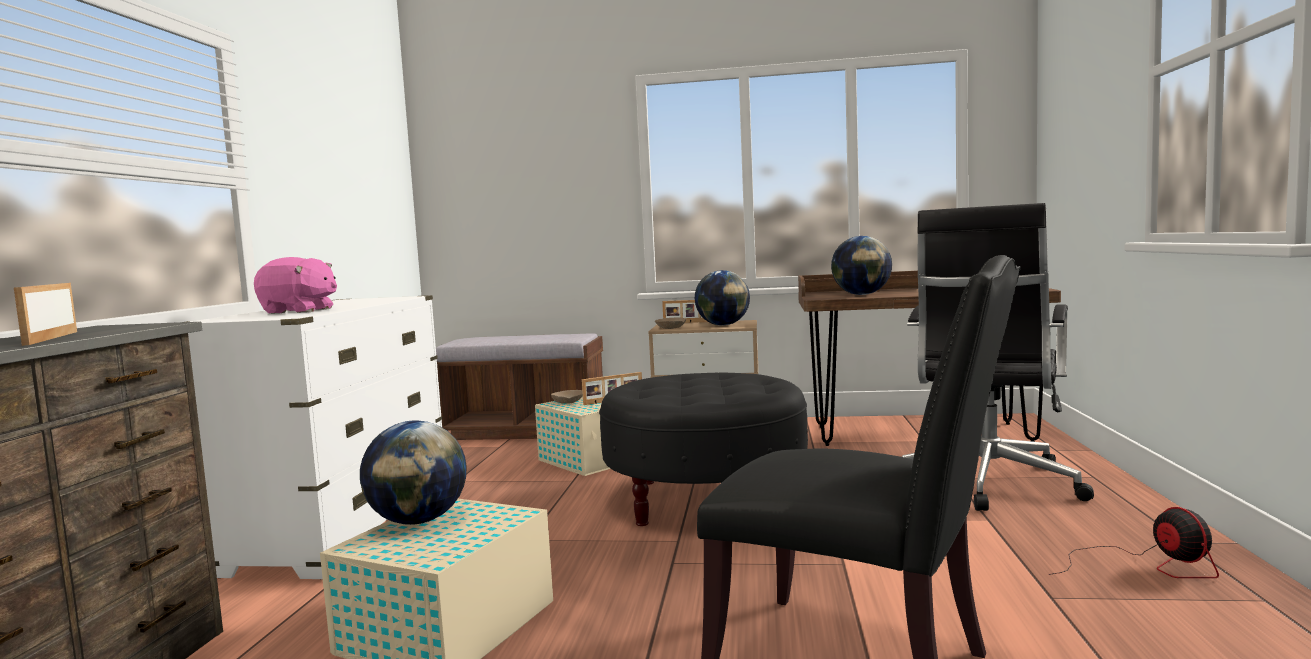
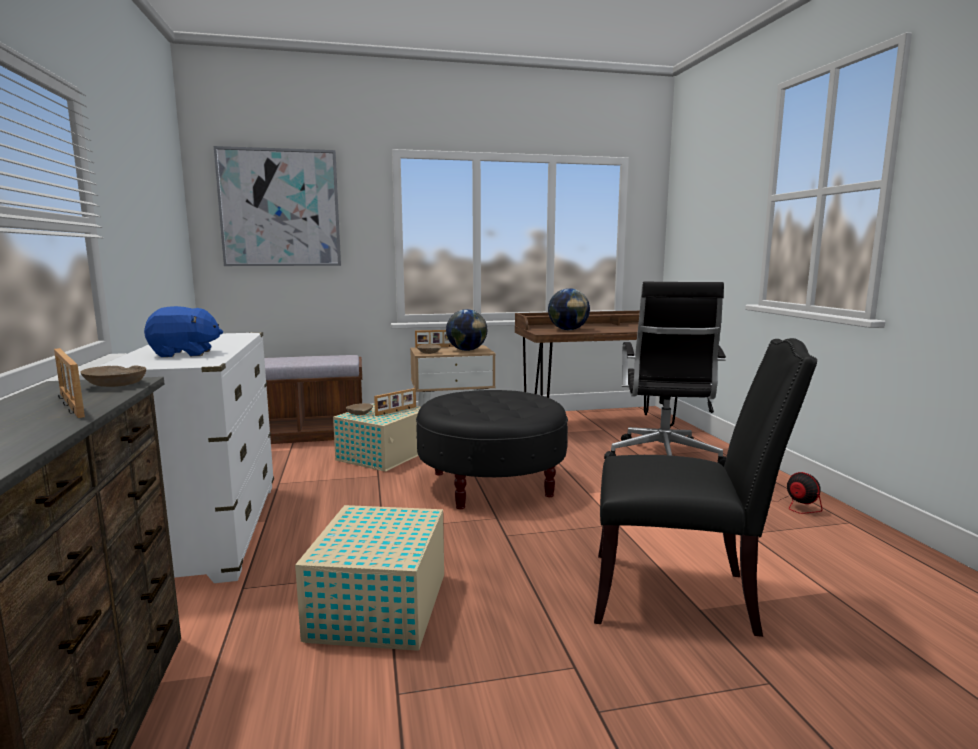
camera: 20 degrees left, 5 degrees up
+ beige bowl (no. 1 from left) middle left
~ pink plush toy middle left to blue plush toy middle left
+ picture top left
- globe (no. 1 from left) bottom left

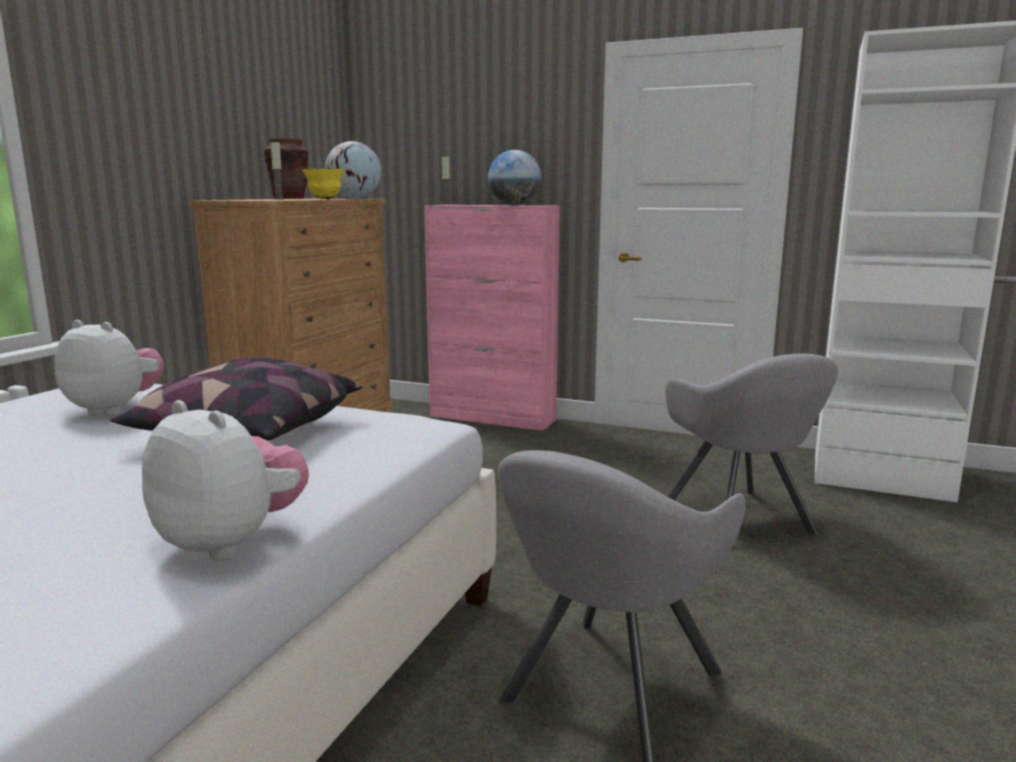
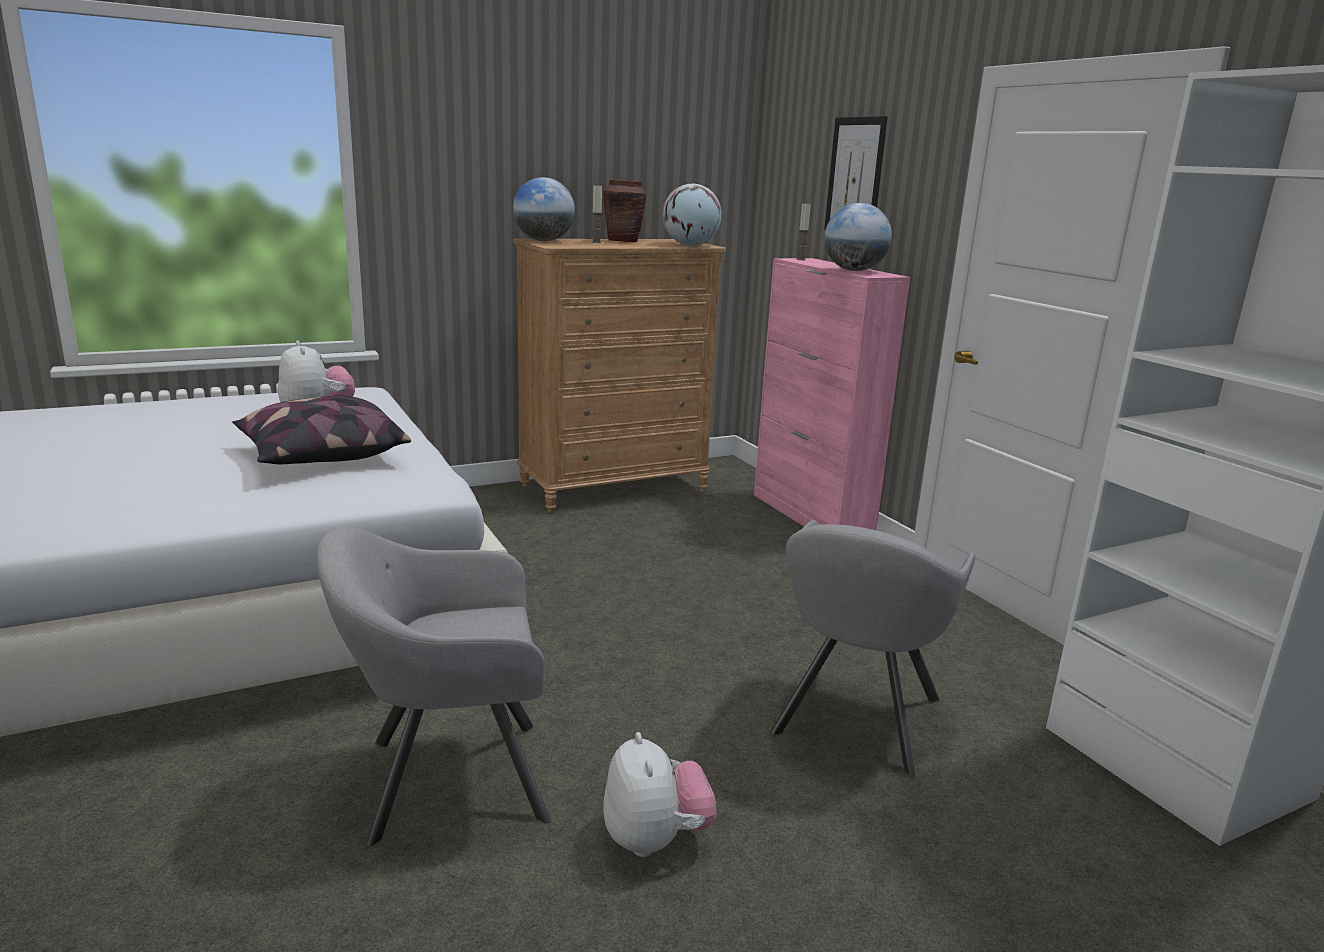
camera: 40 degrees right, 5 degrees up
+ globe (no. 1 from left) top centre
~ plush toy (no. 2 from left) middle left to bottom centre
+ picture top centre
- yellow bowl top left

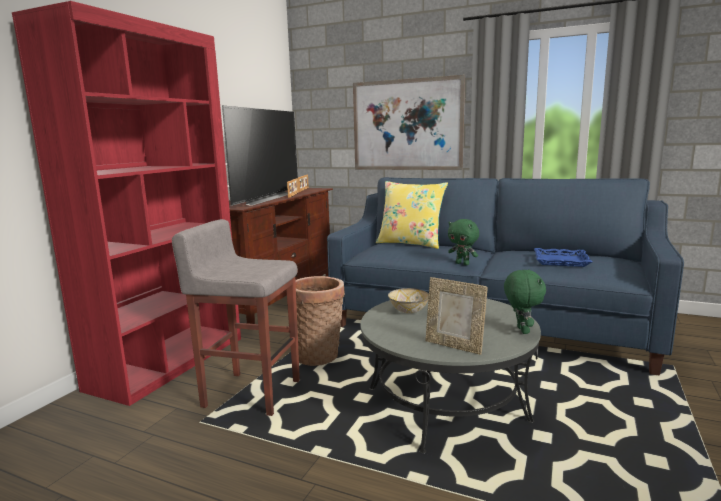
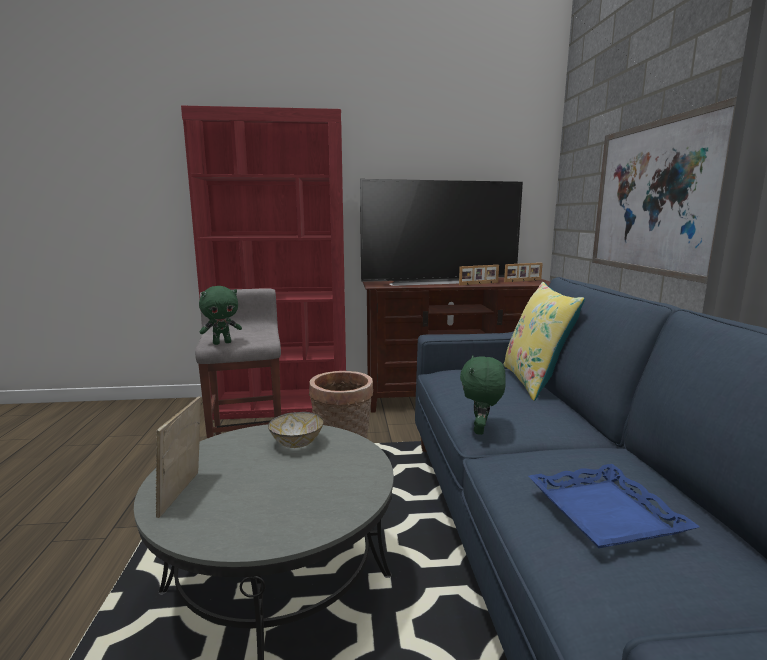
camera: 60 degrees right, 0 degrees up
~ green plush toy (no. 2 from left in the first image) middle right to green plush toy (no. 1 from left) middle left

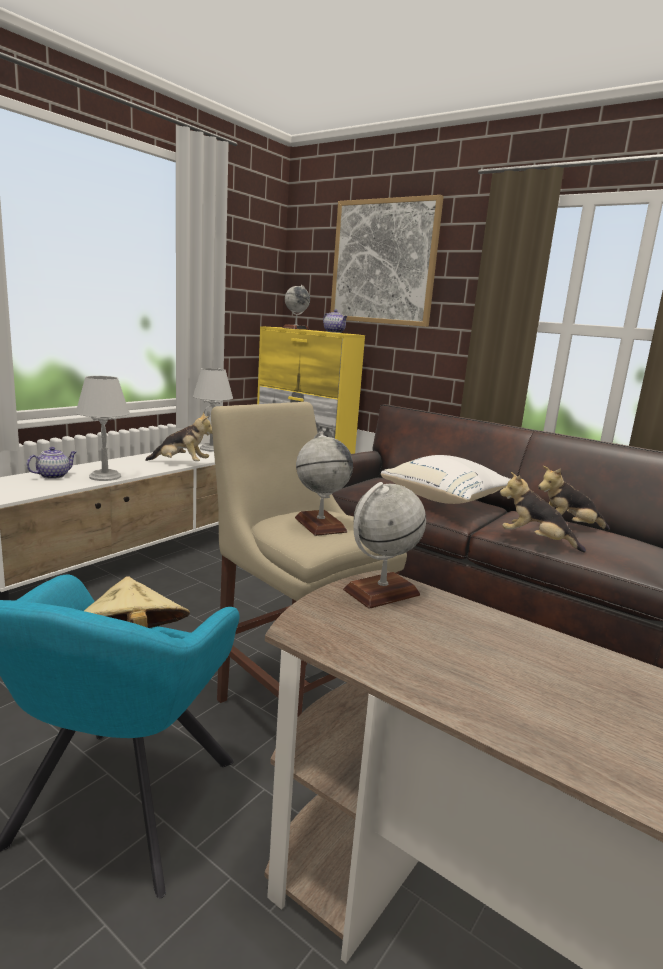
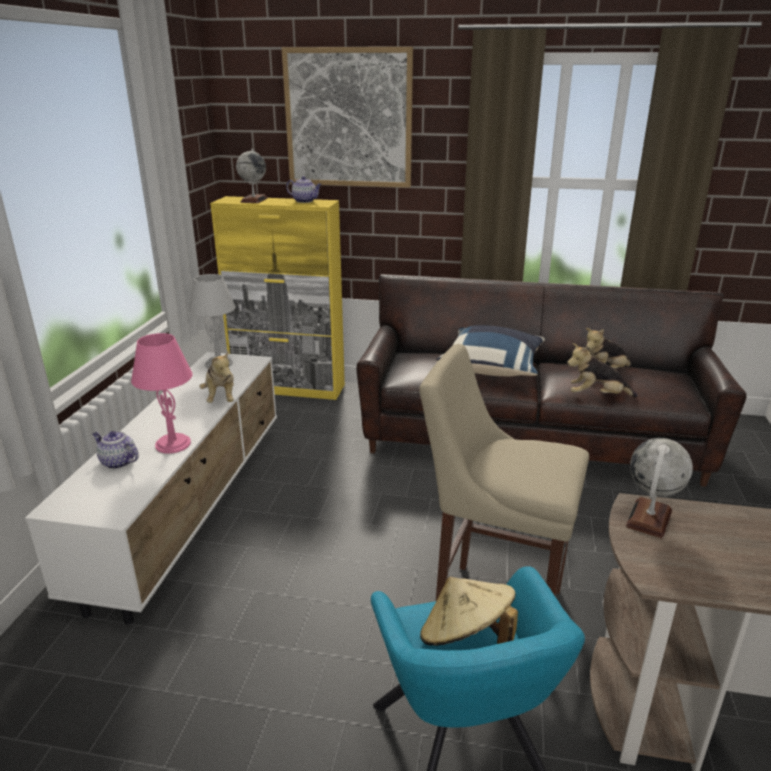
camera: 25 degrees left, 10 degrees up
~ teapot (no. 1 from left) middle left = middle left 75 degrees counterclockwise
~ grey table lamp (no. 1 from left) middle left to pink table lamp middle left
~ plush toy (no. 1 from left) middle left = middle left 90 degrees clockwise
~ white pillow middle right to blue pillow centre
- globe (no. 2 from left) centre

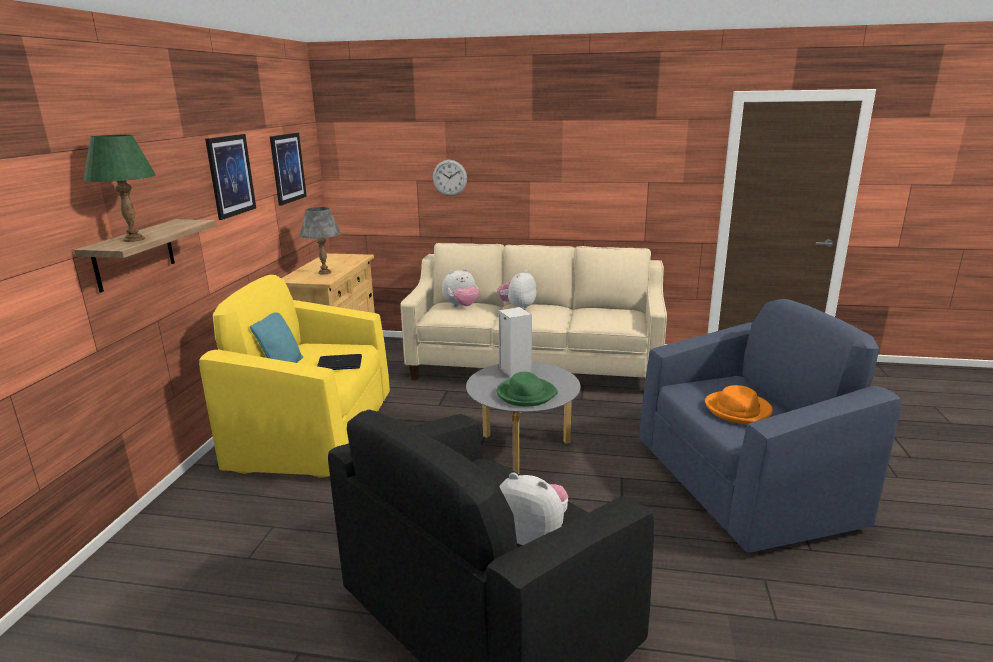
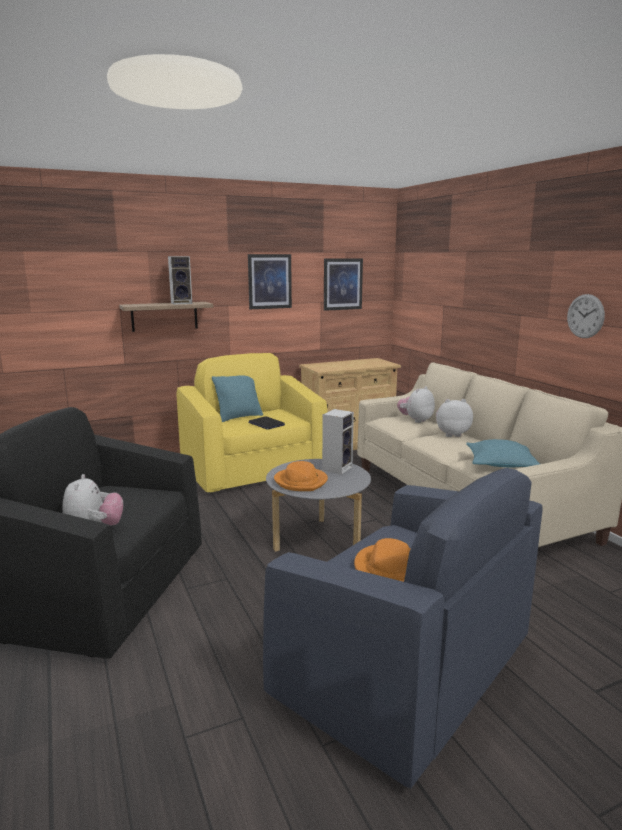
camera: 55 degrees right, 5 degrees down
+ speaker (no. 1 from left) middle left
~ green hat centre to orange hat (no. 1 from left) centre
~ plush toy (no. 1 from left in the first image) centre = middle right 105 degrees clockwise
+ turquoise pillow (no. 2 from left) middle right
~ wall clock top centre to middle right
- green table lamp top left
- grey table lamp middle left

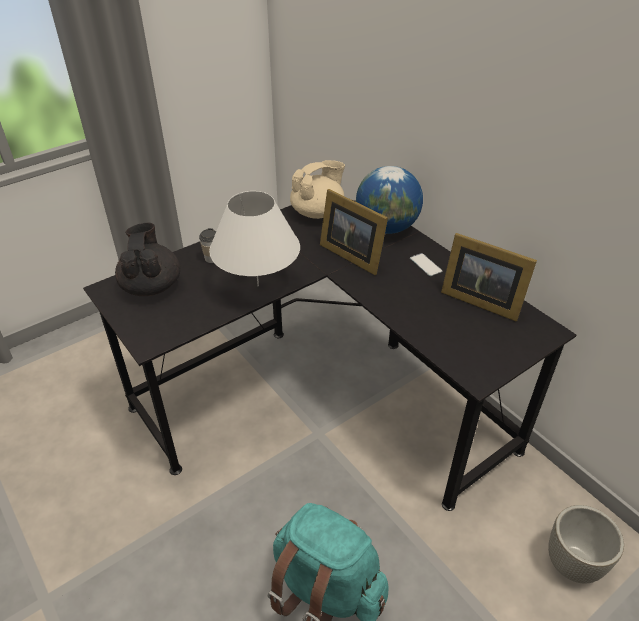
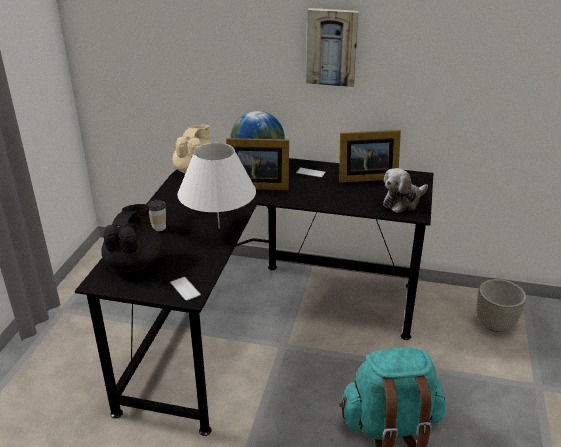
camera: 40 degrees left, 10 degrees down
~ black teapot middle left = middle left 60 degrees clockwise
+ phone (no. 1 from left) middle left
+ picture top centre
+ plush toy middle right

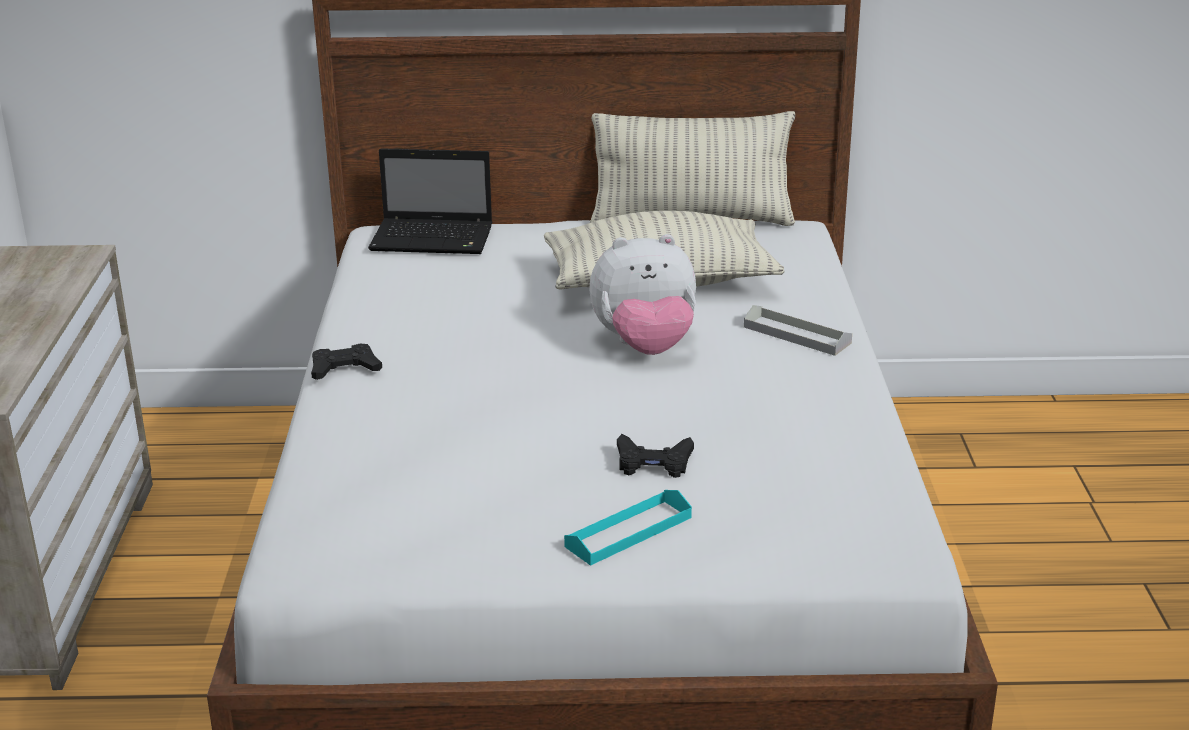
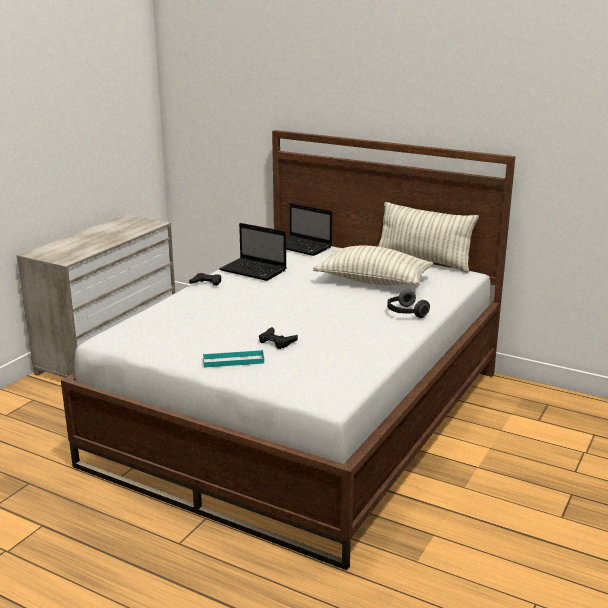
camera: 30 degrees right, 5 degrees down
+ laptop (no. 1 from left) centre
~ grey tray middle right to headphones middle right
- plush toy centre

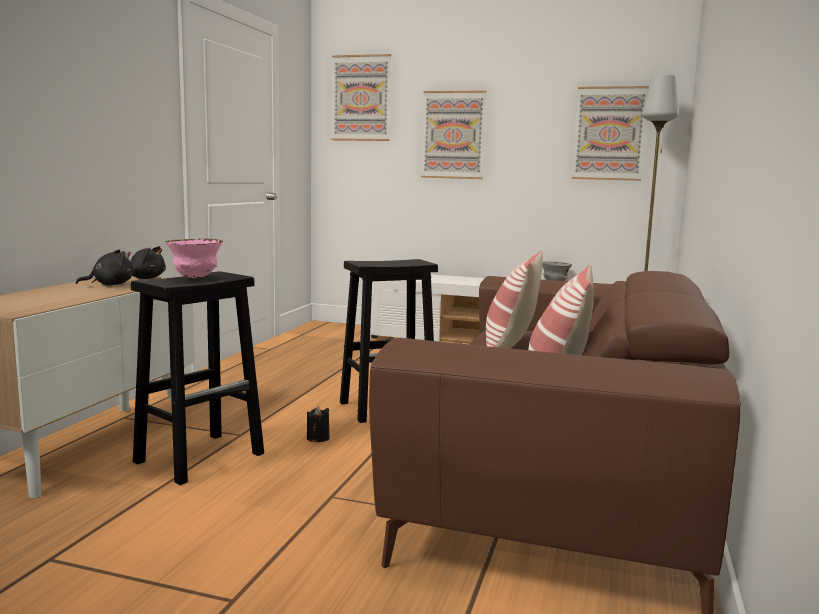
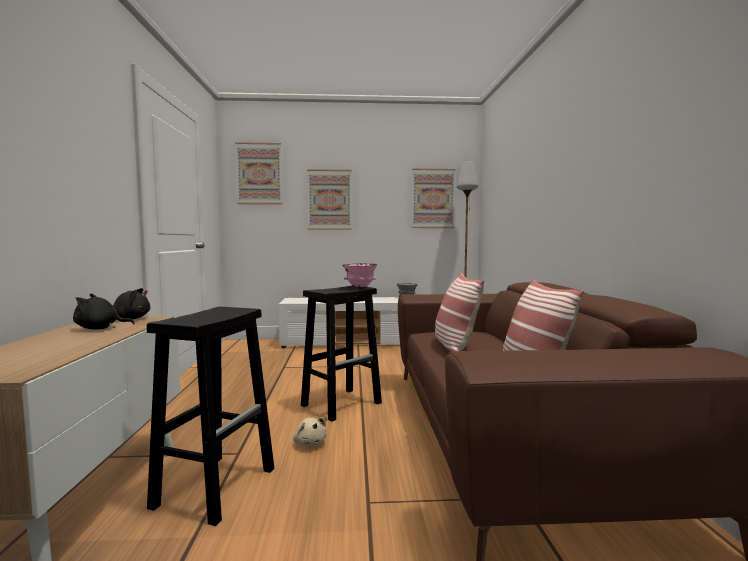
camera: 20 degrees left, 5 degrees down
~ black plush toy (no. 1 from left) middle left = middle left 135 degrees counterclockwise
~ black candle bottom centre to beige plush toy bottom centre
~ pink bowl middle left to centre

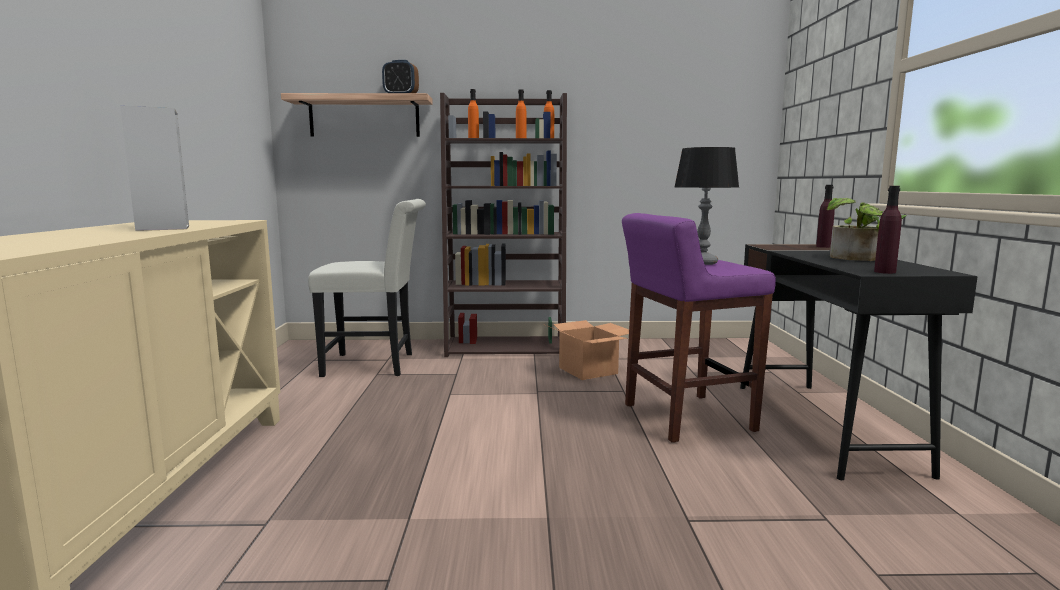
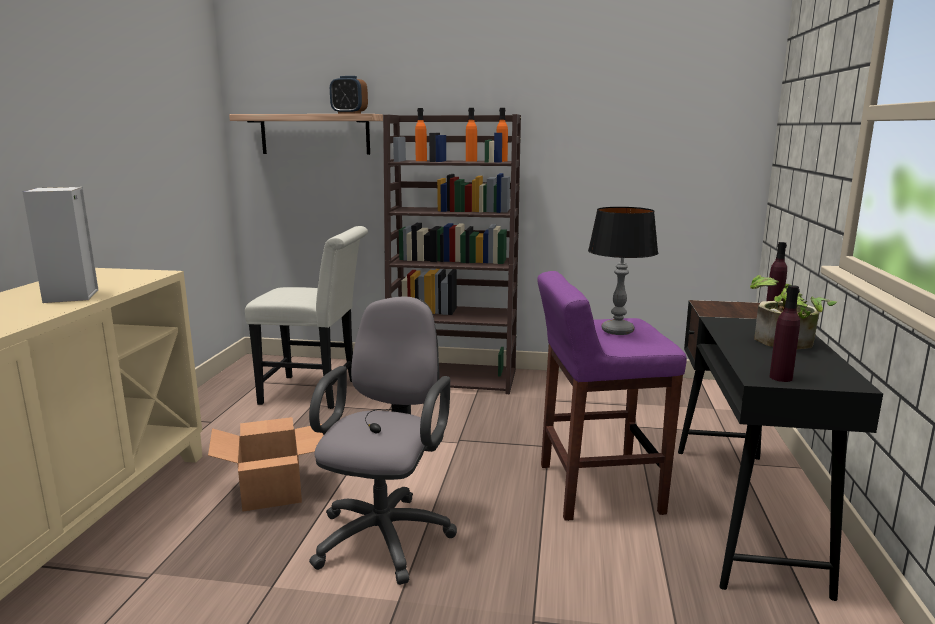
camera: 10 degrees right, 5 degrees up
~ cardboard box centre to bottom left
+ grey office chair bottom centre

